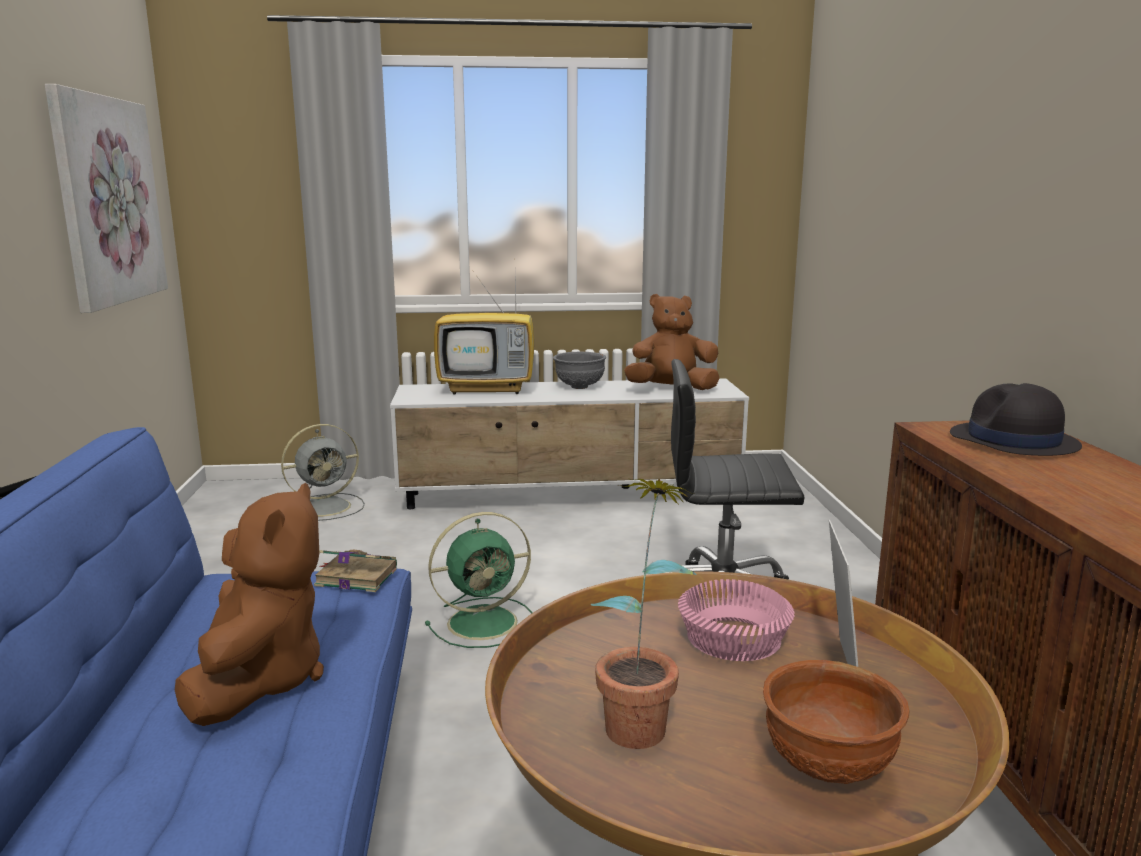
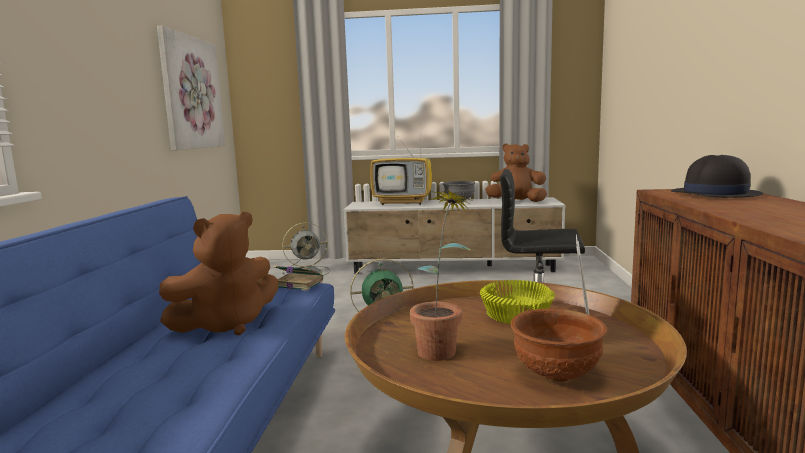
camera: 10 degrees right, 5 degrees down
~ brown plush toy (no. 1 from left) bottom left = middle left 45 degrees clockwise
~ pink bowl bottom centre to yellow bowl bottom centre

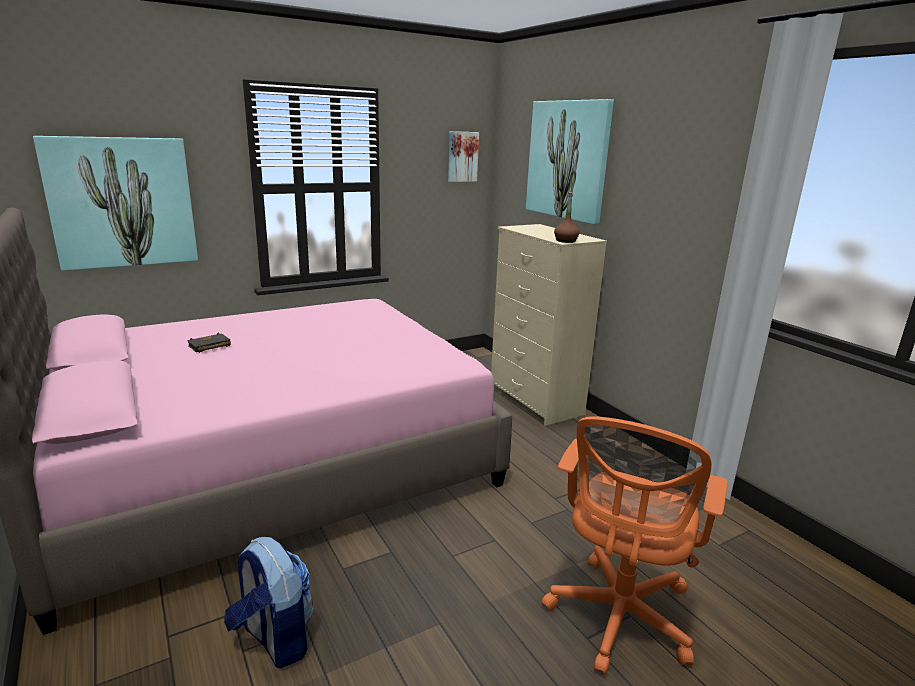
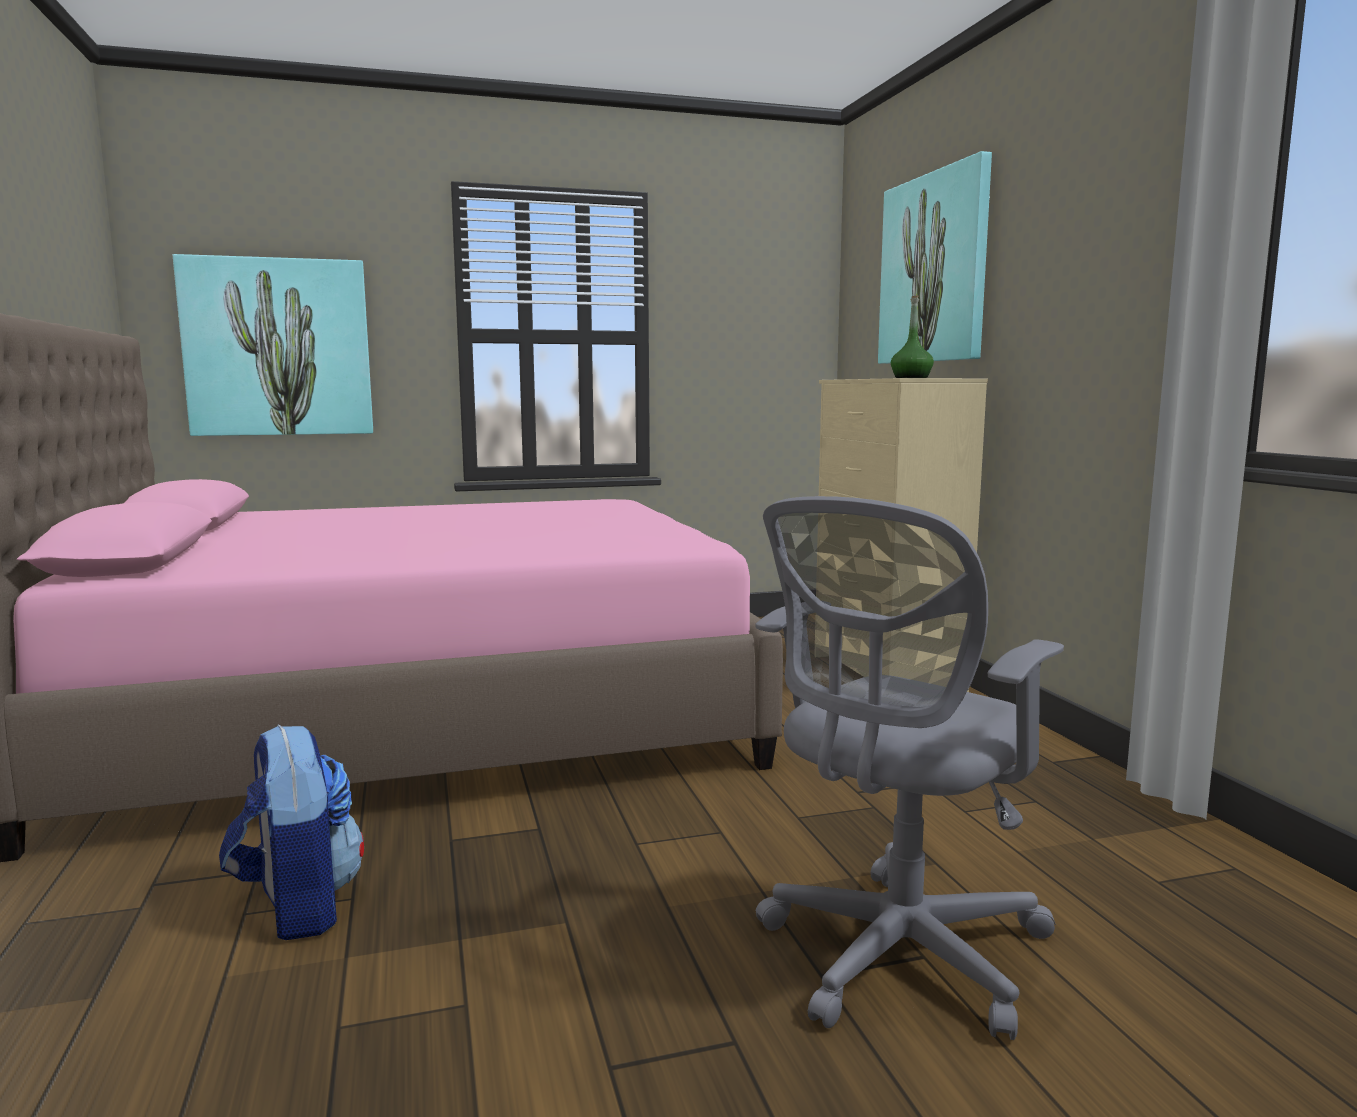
camera: 15 degrees right, 10 degrees down
~ orange office chair bottom right to grey office chair bottom right
~ brown bottle top centre to green bottle top right
- black book middle left
- picture (no. 2 from left) top centre

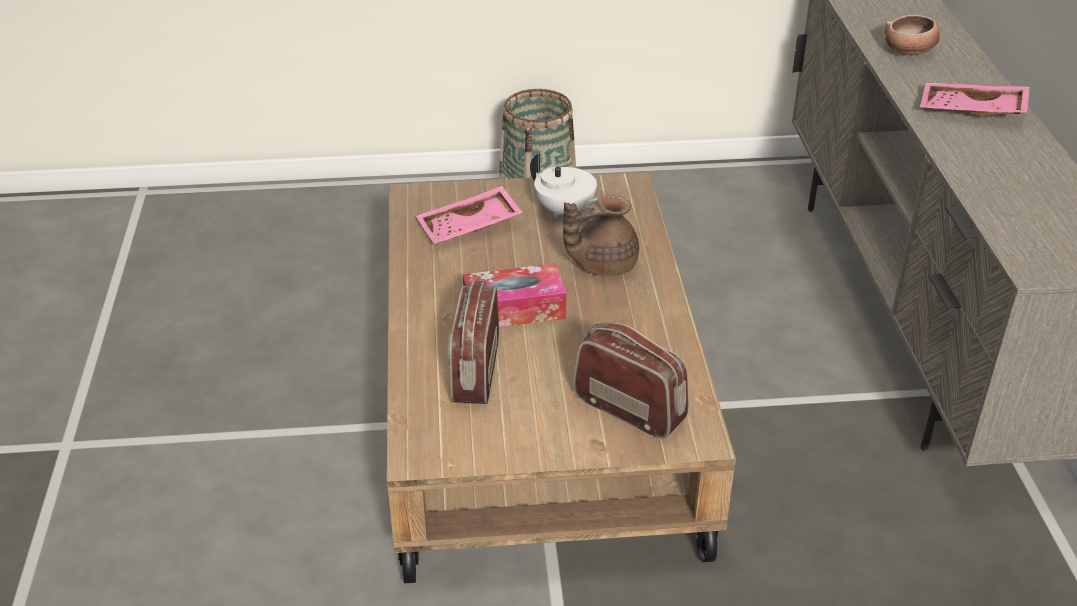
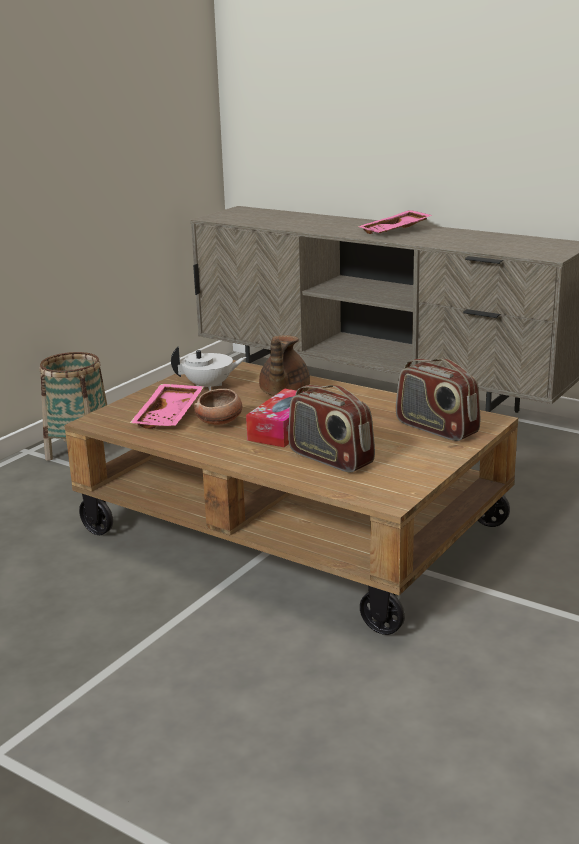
camera: 50 degrees left, 15 degrees down
~ bowl top right to centre
~ radio (no. 2 from left) centre = middle right 120 degrees counterclockwise

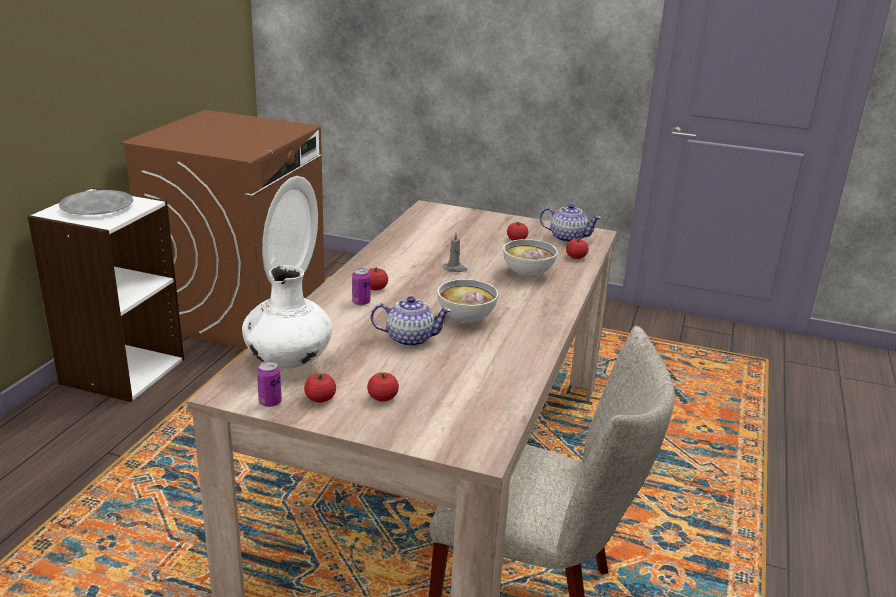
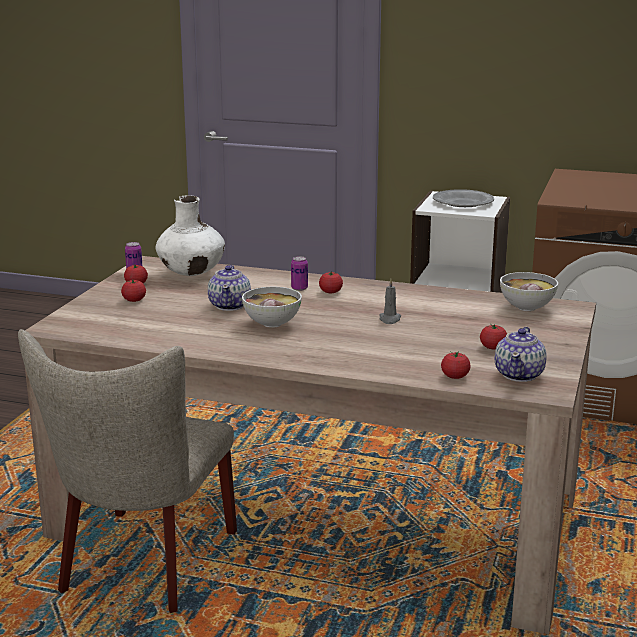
camera: 90 degrees right, 5 degrees down
~ bowl (no. 2 from left) centre to middle right

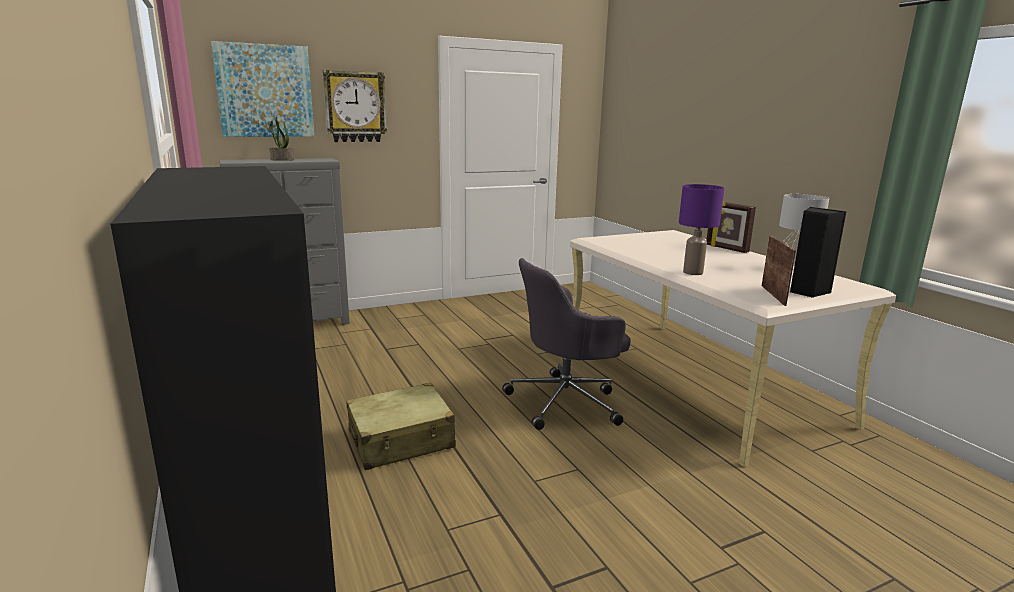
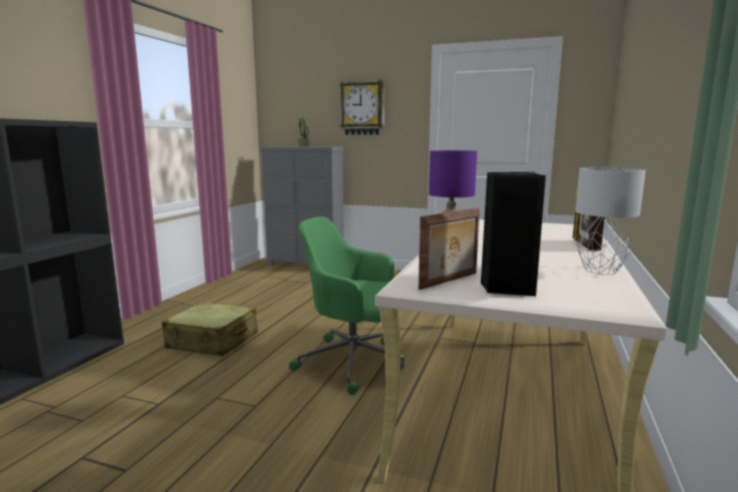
camera: 45 degrees right, 5 degrees down
~ grey office chair centre to green office chair centre
- picture top left

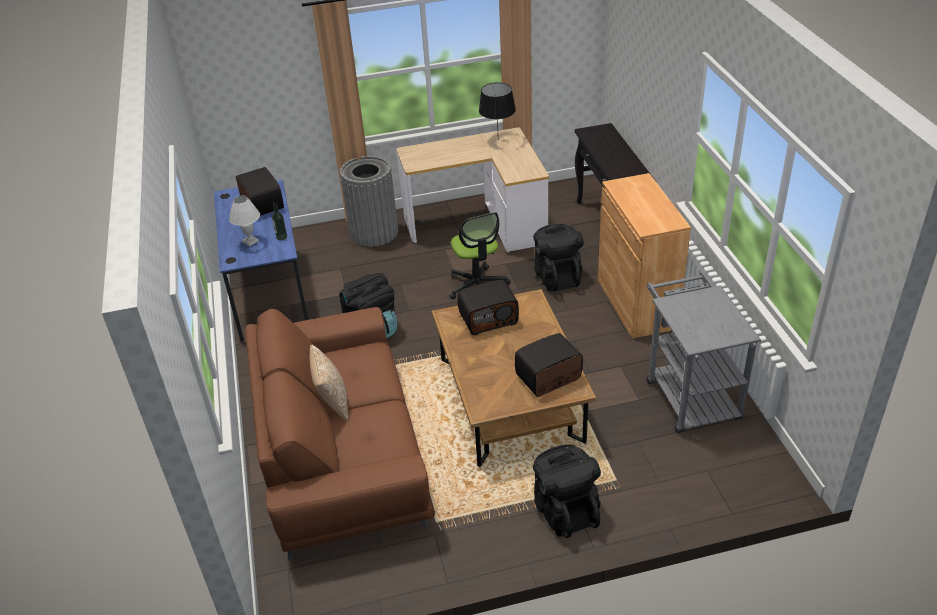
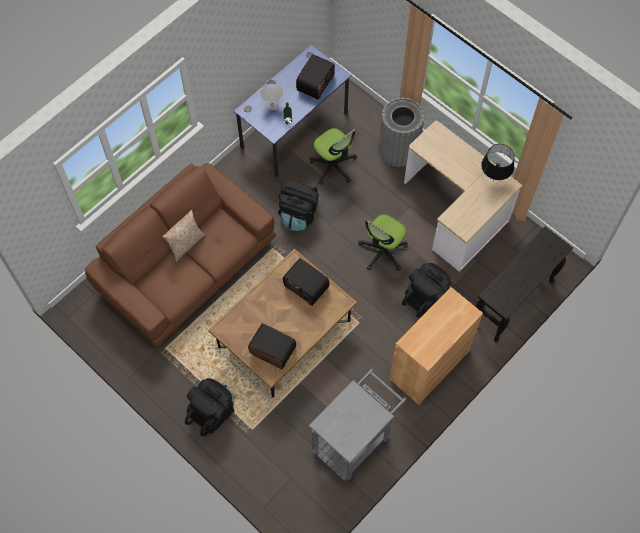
camera: 55 degrees right, 25 degrees up
+ office chair (no. 1 from left) top centre

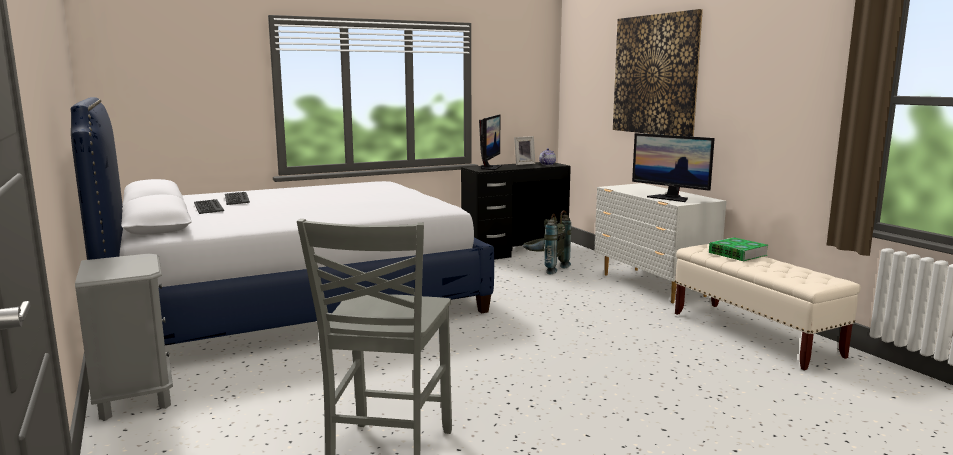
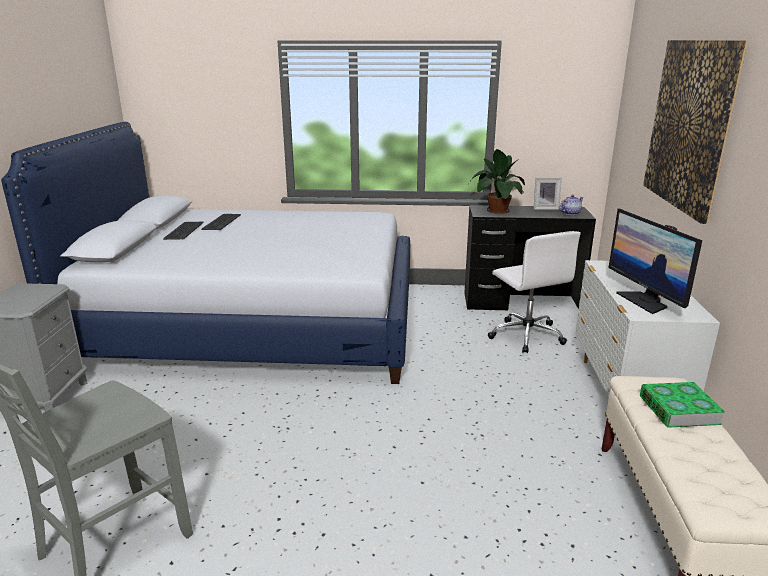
camera: 30 degrees right, 10 degrees up
~ monitor (no. 1 from left) top centre to potted plant top centre
~ grey backpack centre to white office chair middle right

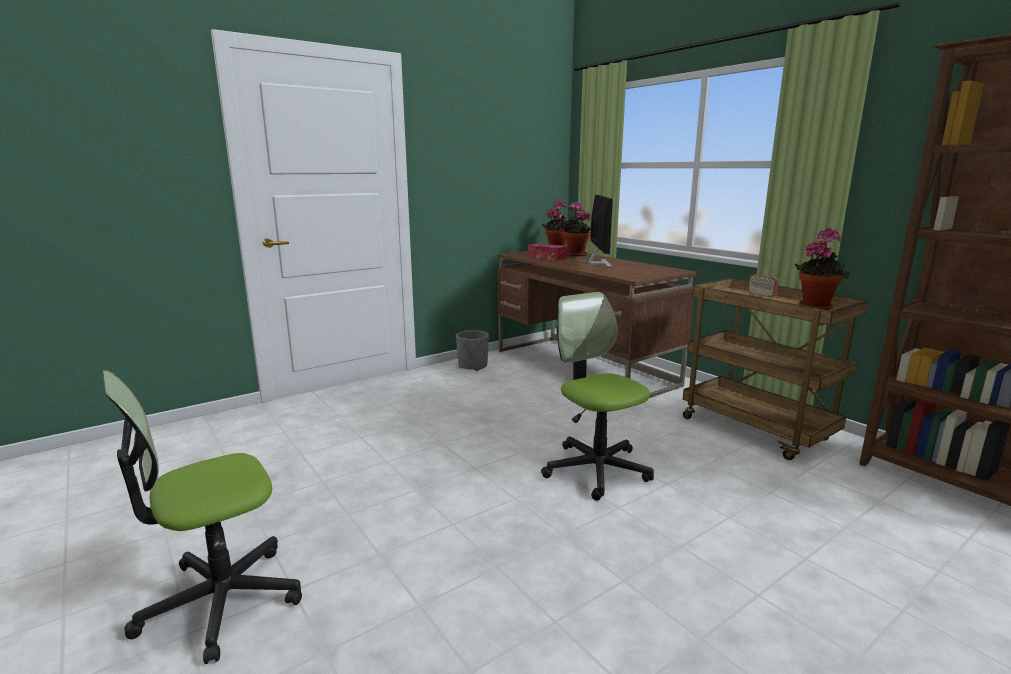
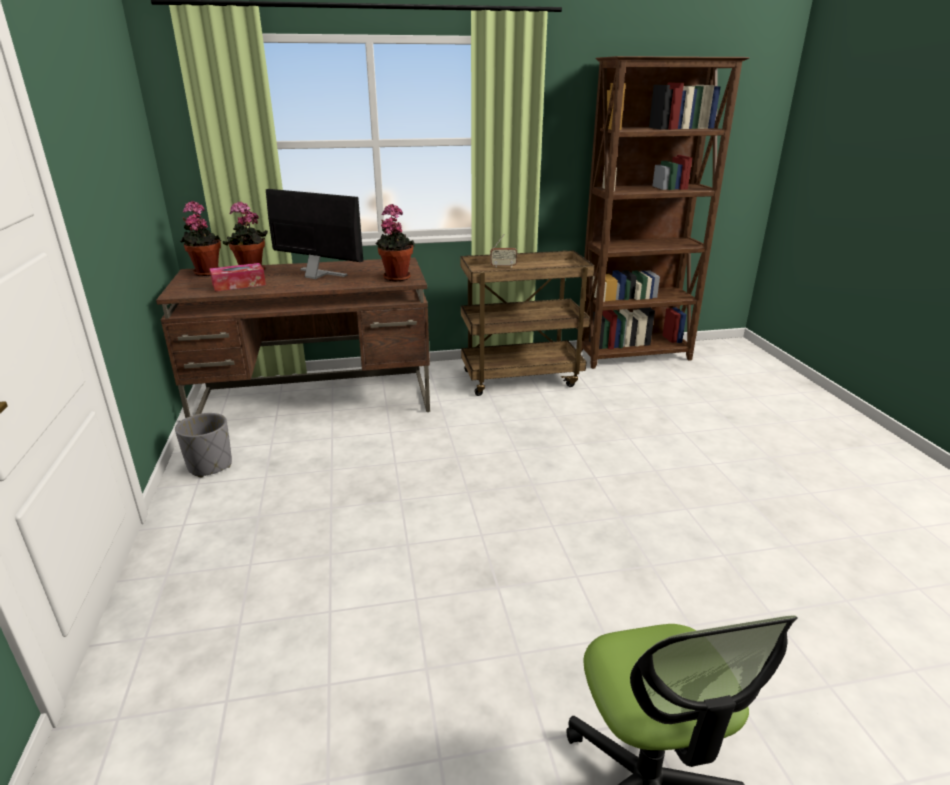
camera: 65 degrees left, 10 degrees up
~ potted plant (no. 3 from left) middle right to top centre
- office chair (no. 2 from left) centre

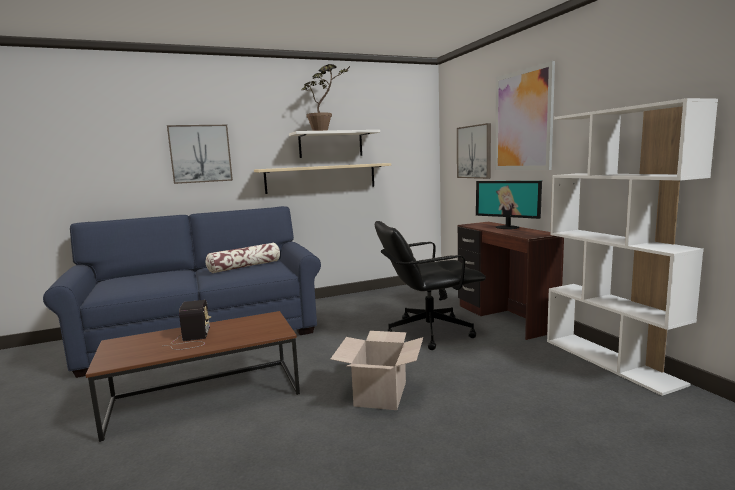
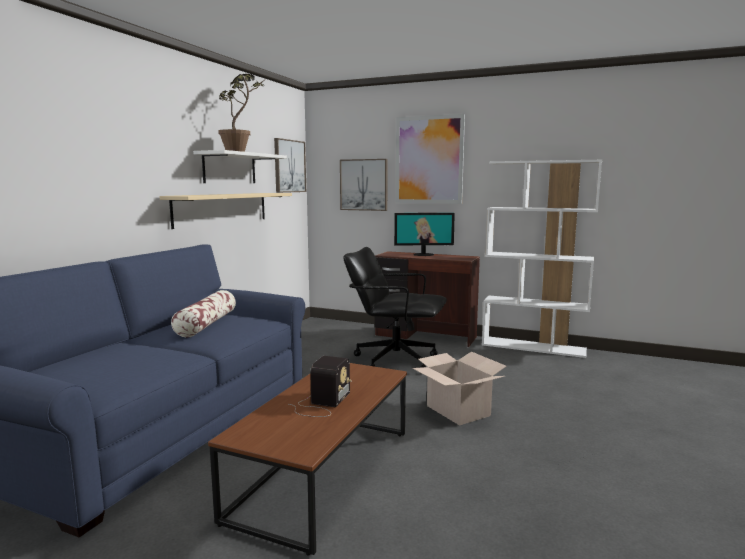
camera: 45 degrees left, 0 degrees up
~ picture (no. 1 from left) top left to top centre
~ radio middle left = bottom centre 75 degrees clockwise
~ black office chair centre = centre 75 degrees clockwise

